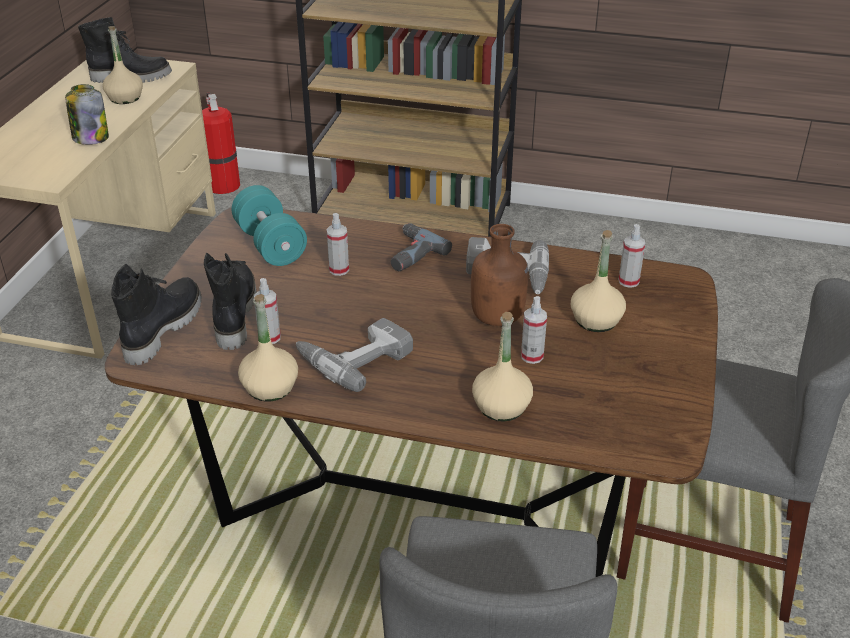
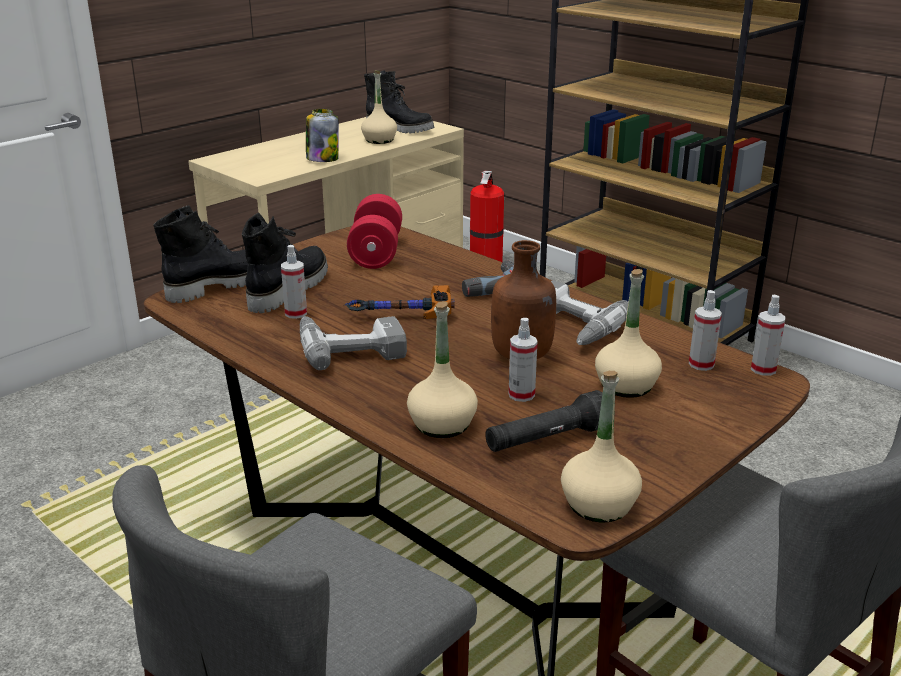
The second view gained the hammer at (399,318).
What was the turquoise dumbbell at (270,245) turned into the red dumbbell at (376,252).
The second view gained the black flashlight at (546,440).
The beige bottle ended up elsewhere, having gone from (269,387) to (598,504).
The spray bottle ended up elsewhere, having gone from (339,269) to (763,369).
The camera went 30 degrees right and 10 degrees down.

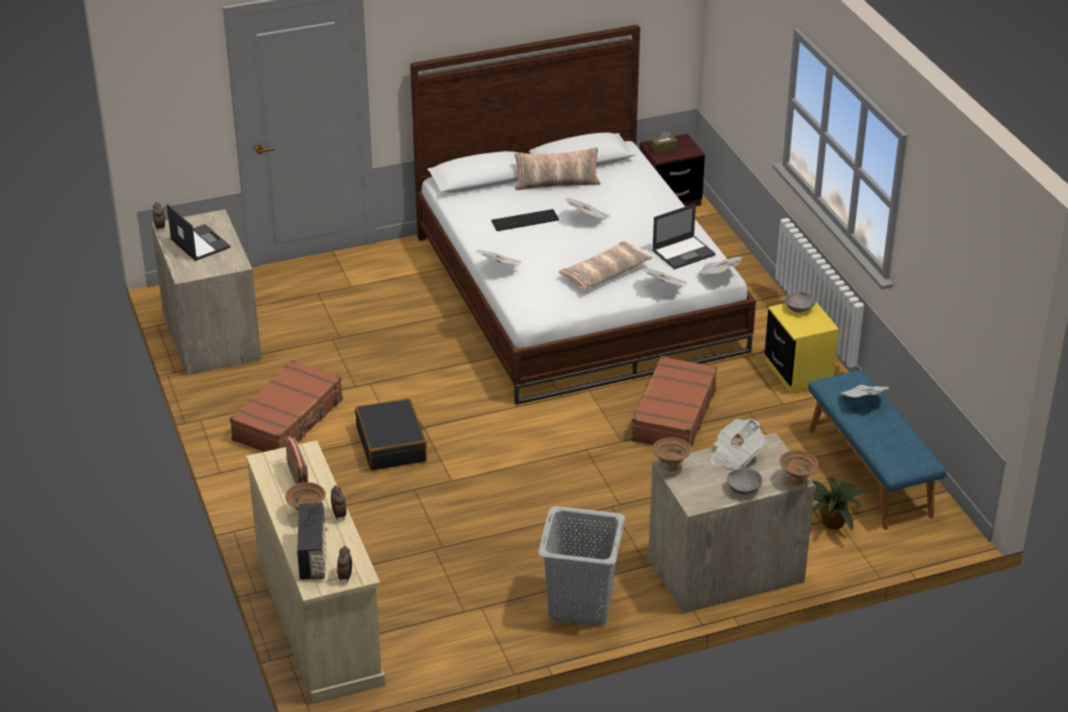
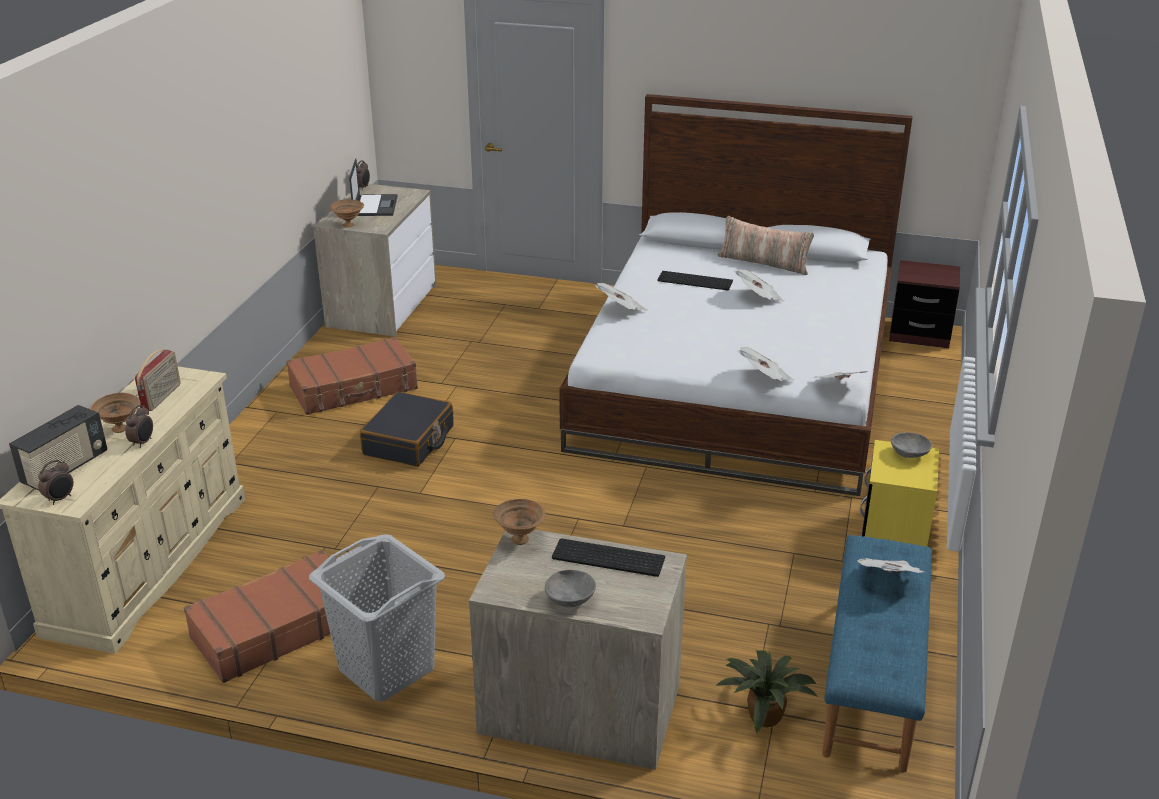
The brown suitcase ended up elsewhere, having gone from (673,415) to (276,628).
The brown bowl ended up elsewhere, having gone from (796,480) to (348,225).
Where the newspaper stood at (735,456), the keyboard came to stand at (606,559).
The second view lost the pillow at (604,274).
The second view lost the brown tissue box at (663,148).
The second view lost the laptop at (684,252).
The camera went 35 degrees right and 5 degrees down.

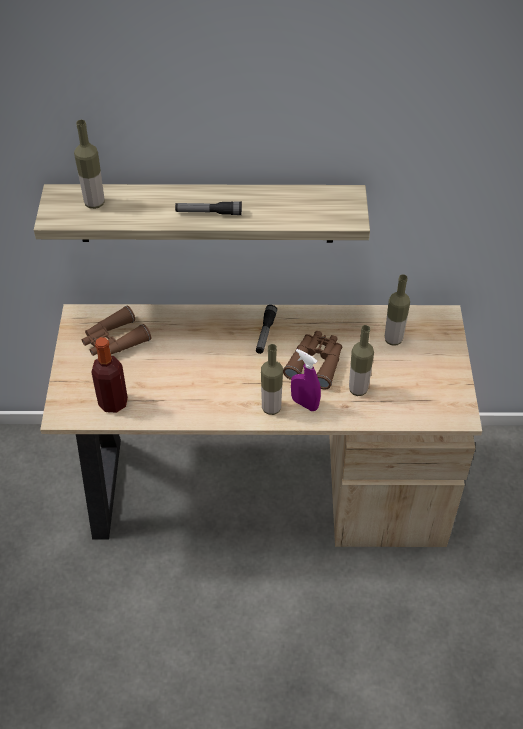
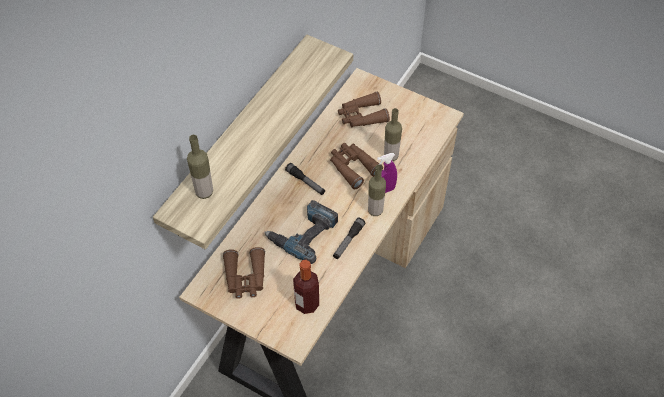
The second view gained the power drill at (303,233).
The flashlight ended up elsewhere, having gone from (208,213) to (348,241).
Where the bottle stood at (393,339), the brown binoculars came to stand at (361,116).
The camera went 60 degrees left and 5 degrees up.

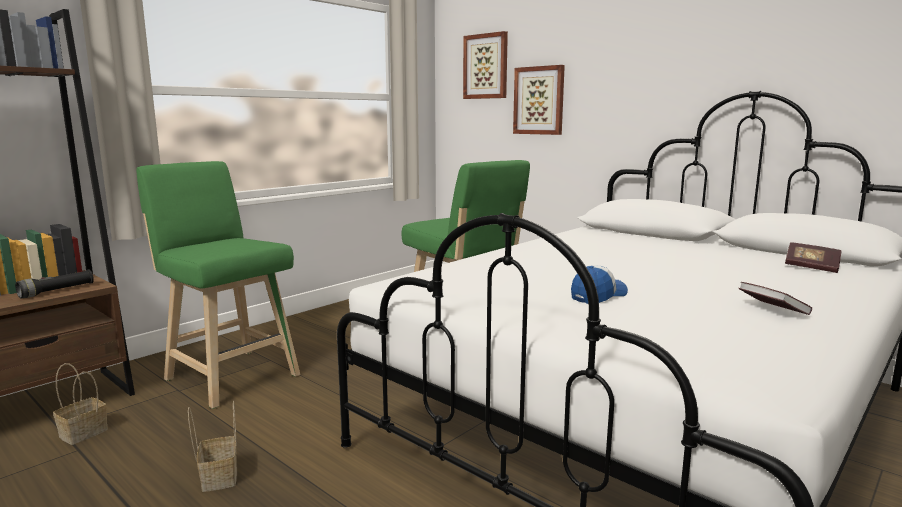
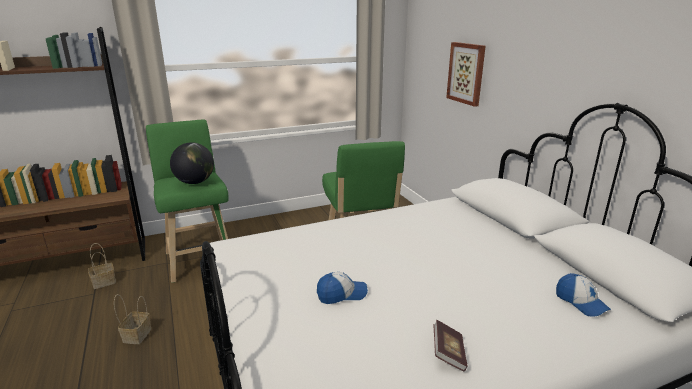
The second view gained the globe at (195,182).
Where the book stood at (811,267), the cap came to stand at (580,302).
The second view lost the black flashlight at (57,291).
The second view lost the picture at (486,66).
The camera went 25 degrees right and 10 degrees up.

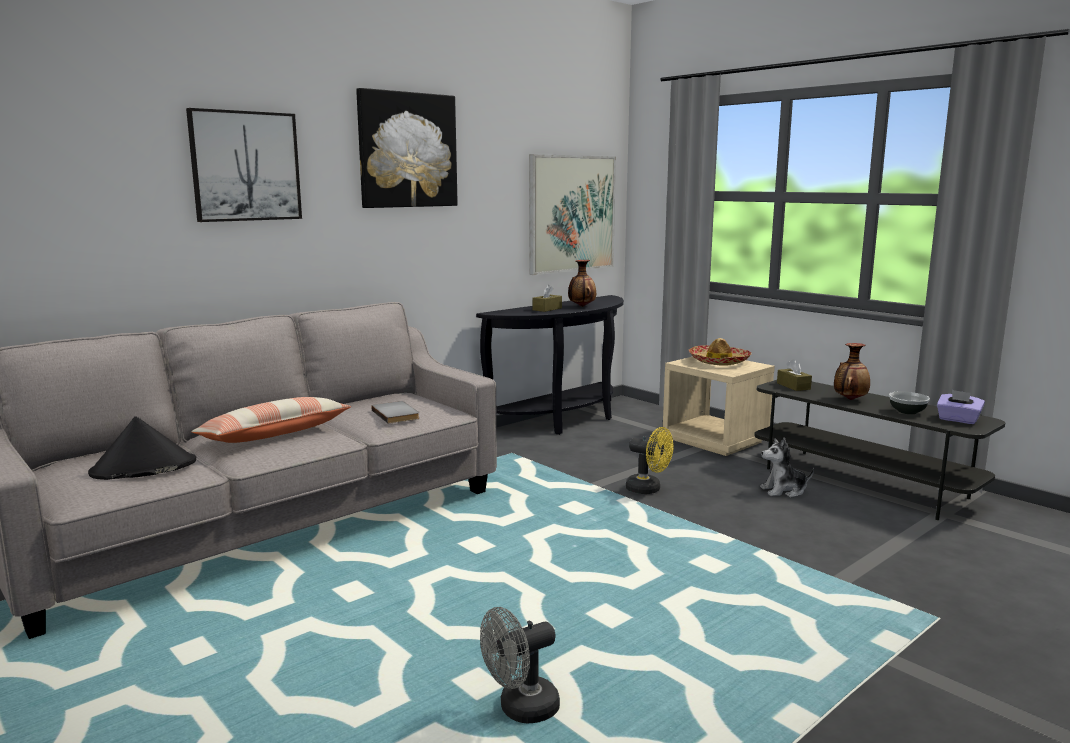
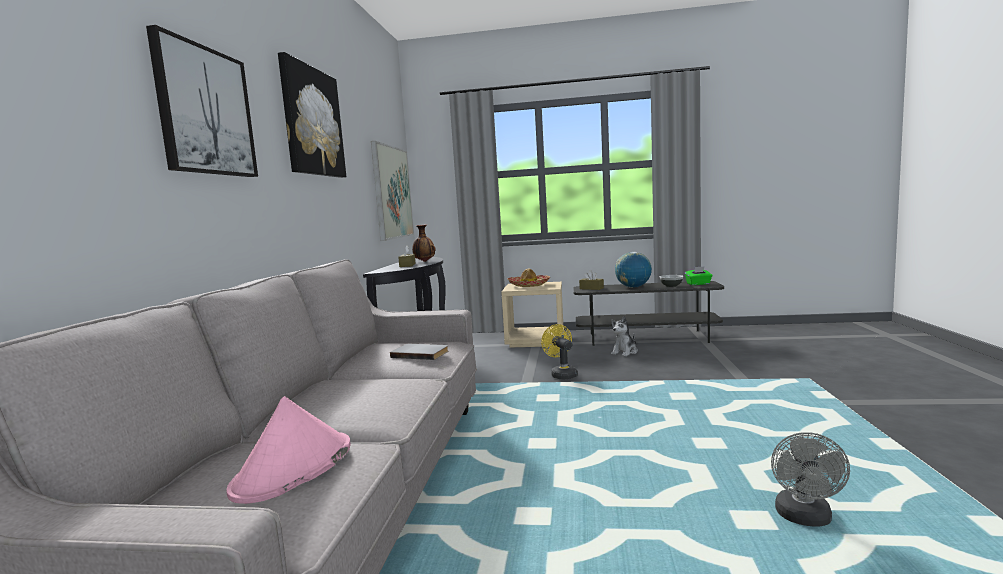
What was the black hat at (143,468) turned into the pink hat at (294,468).
The yellow fan at (648,489) ended up facing another way, 105 degrees counterclockwise from before.
Where the vase stood at (849,399), the globe came to stand at (633,287).
What was the purple tissue box at (958,420) turned into the green tissue box at (698,284).
The second view lost the pillow at (274,435).
The camera went 40 degrees left and 5 degrees down.

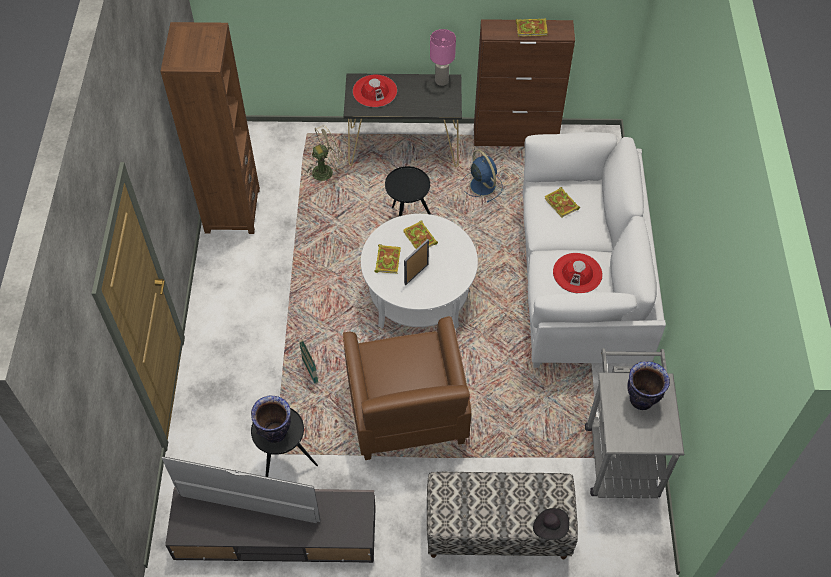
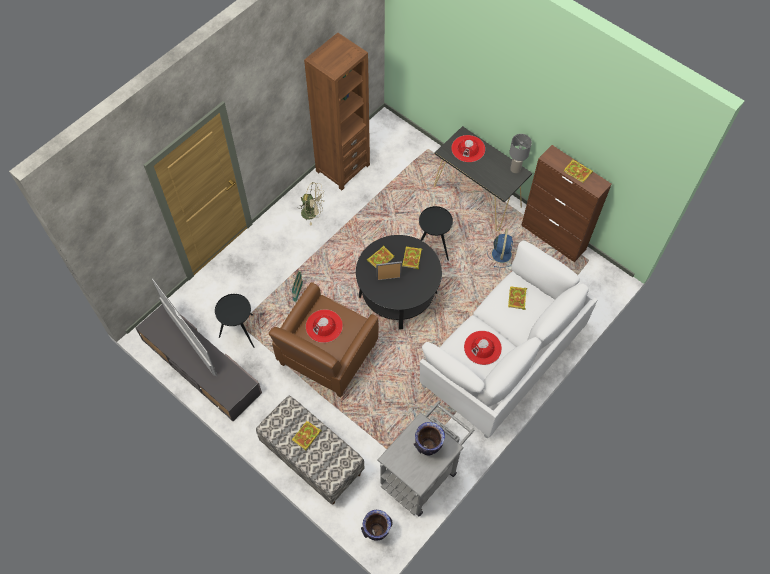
The second view gained the book at (306,436).
The beige fan ended up elsewhere, having gone from (326,170) to (312,213).
The second view gained the red hat at (324,326).
What was the white coffee table at (419,296) turned into the black coffee table at (398,294).
The vase ended up elsewhere, having gone from (275,432) to (376,532).
What was the pink table lamp at (441,80) turned into the grey table lamp at (515,169).
The second view lost the black hat at (550,527).
The camera went 40 degrees right and 5 degrees up.

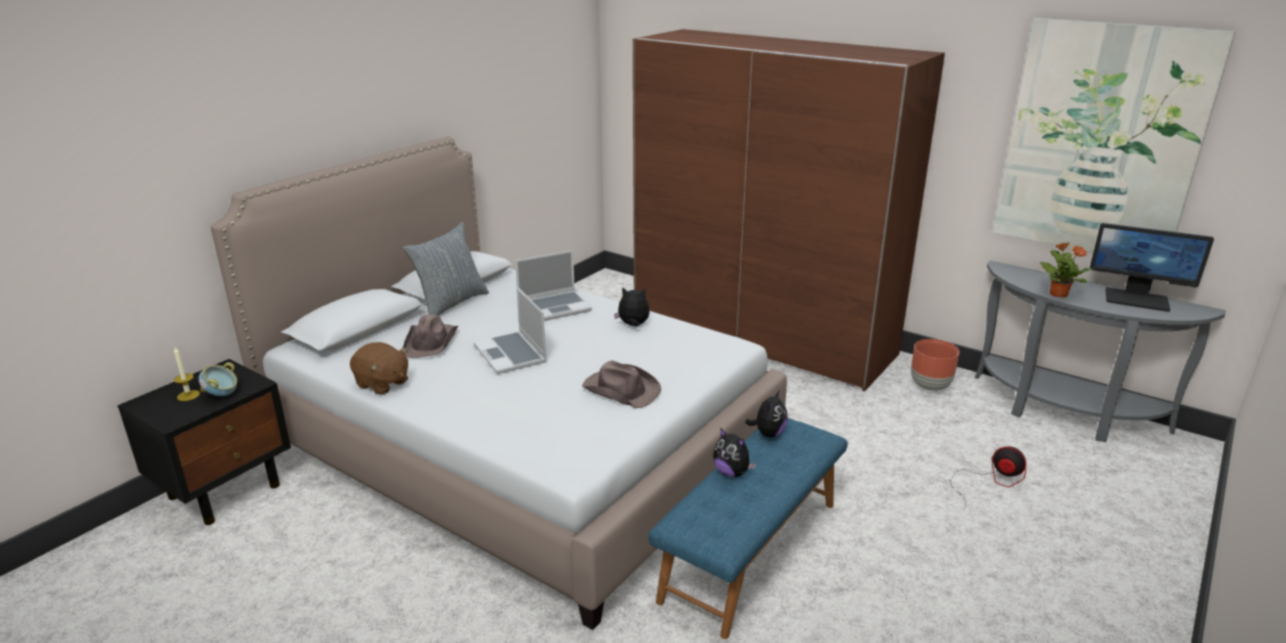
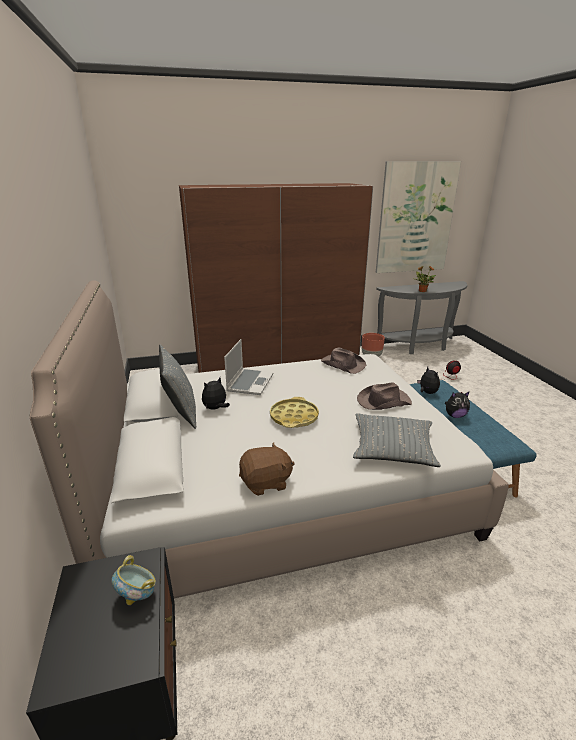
The plush toy ended up elsewhere, having gone from (633,325) to (215,408).
Where the laptop stood at (511,354), the yellow tray came to stand at (294,417).
The brown hat ended up elsewhere, having gone from (431,342) to (342,364).
The second view gained the grey pillow at (393,447).
The second view lost the candle at (188,395).
The second view lost the monitor at (1137,299).
The camera went 50 degrees left and 0 degrees up.

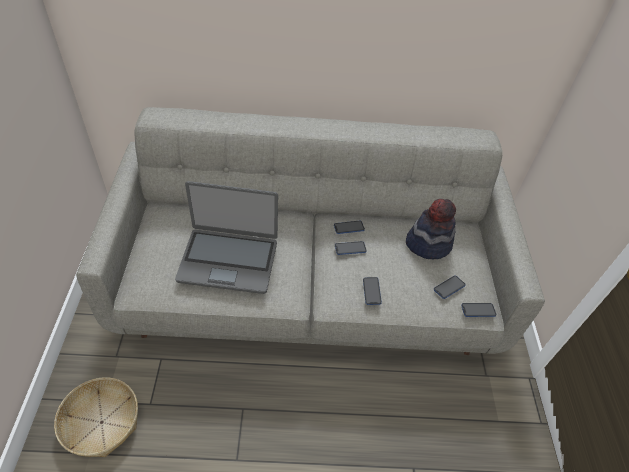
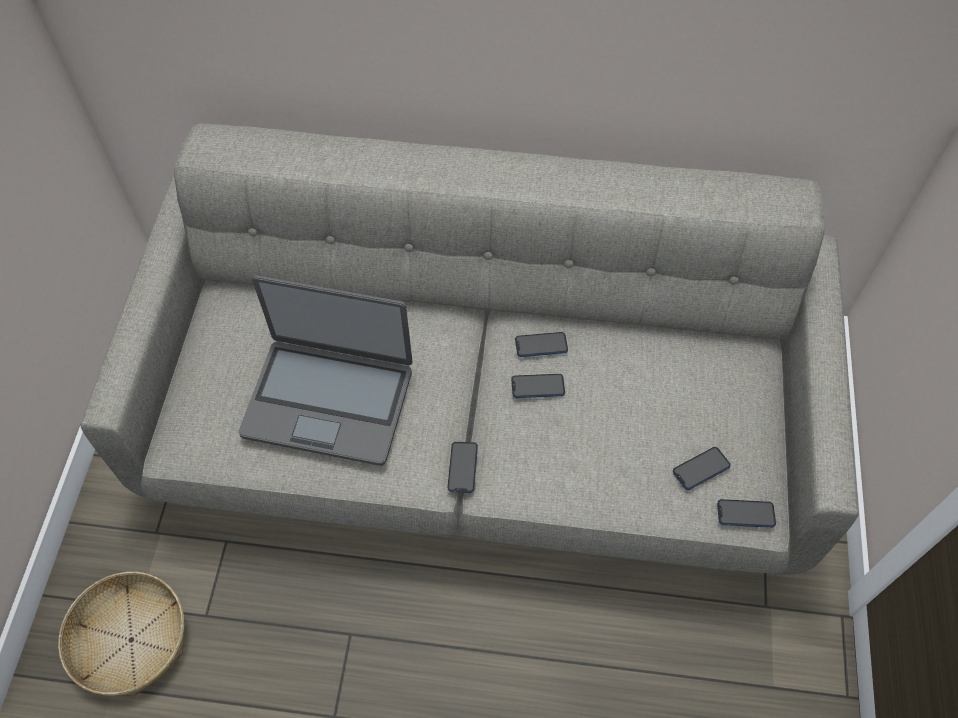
The phone ended up elsewhere, having gone from (371,291) to (462,468).
The second view lost the hat at (428,243).
The camera went 10 degrees right and 10 degrees up.

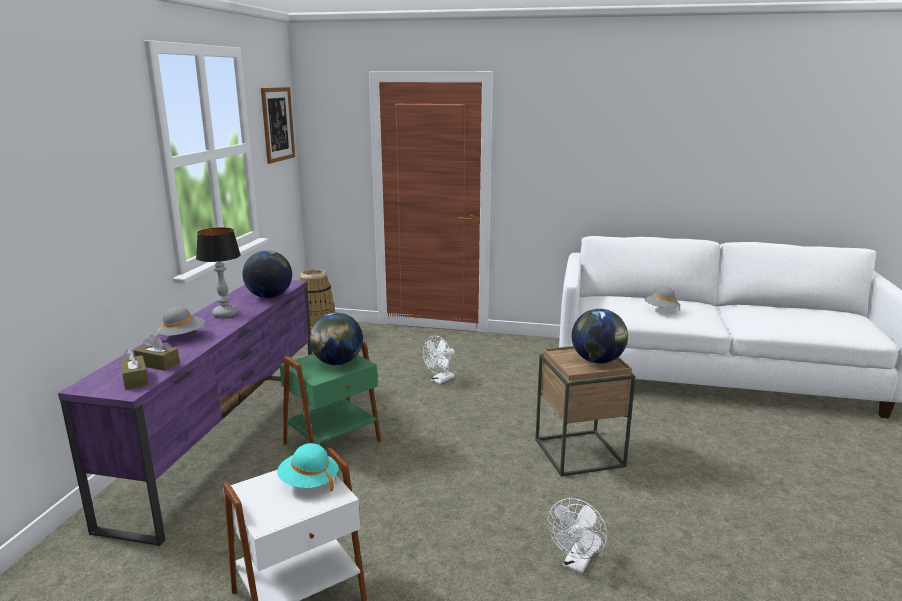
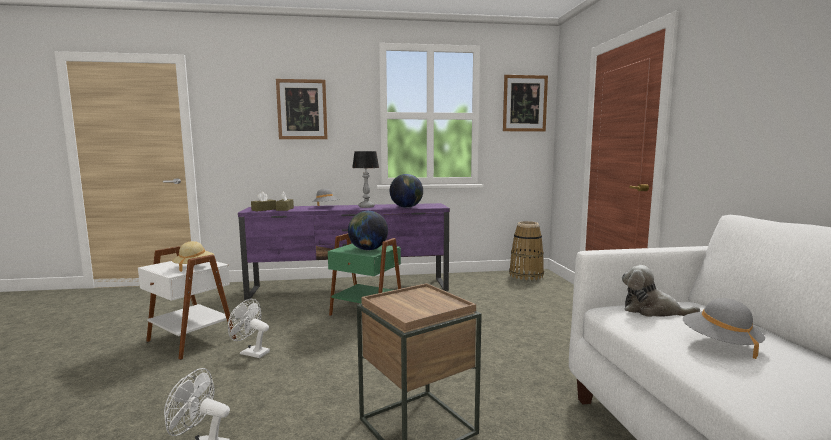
What was the turquoise hat at (309,482) turned into the beige hat at (194,266).
The white fan ended up elsewhere, having gone from (440,380) to (251,353).
The second view gained the picture at (302,109).
The second view gained the plush toy at (652,311).
The second view lost the globe at (598,361).
The camera went 70 degrees right and 10 degrees down.

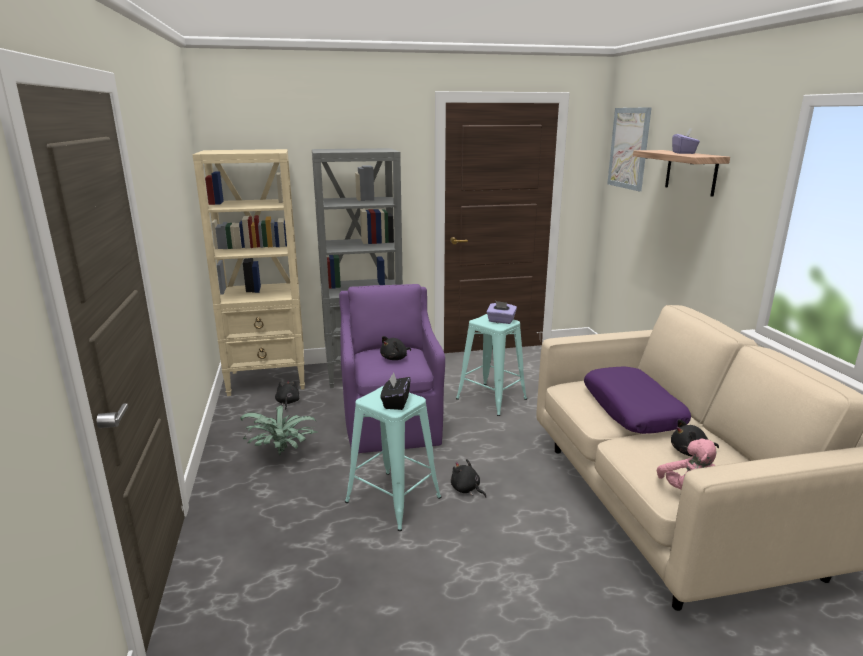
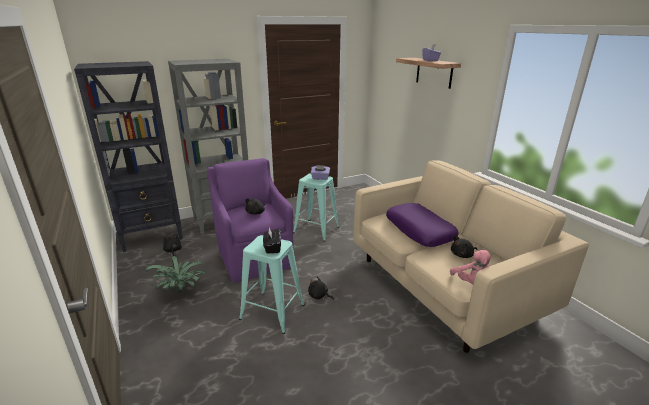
What was the beige bookcase at (268,380) turned into the black bookcase at (152,235).
The second view lost the picture at (629,148).
The camera went 15 degrees left and 5 degrees up.

